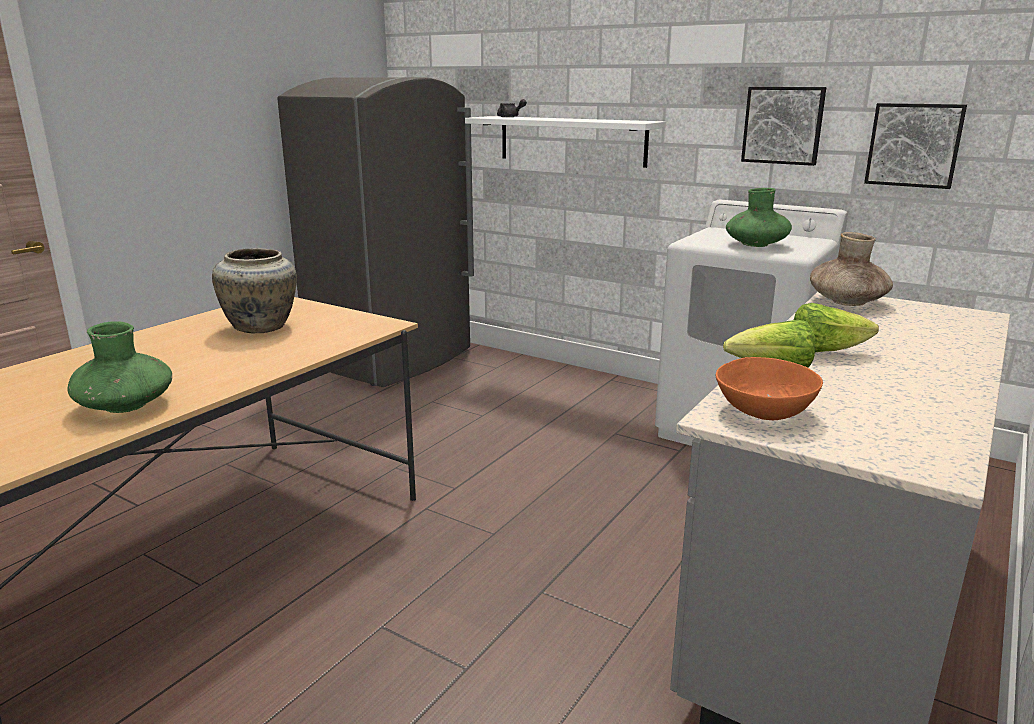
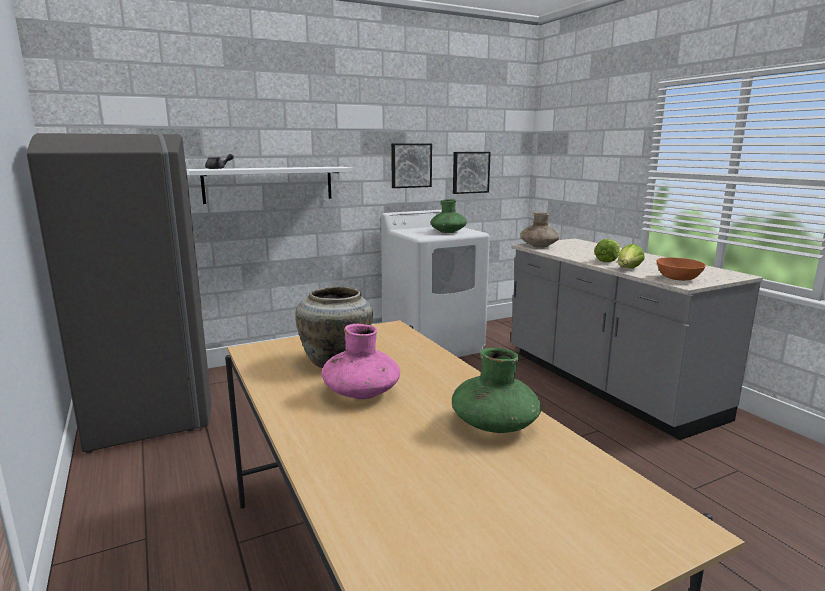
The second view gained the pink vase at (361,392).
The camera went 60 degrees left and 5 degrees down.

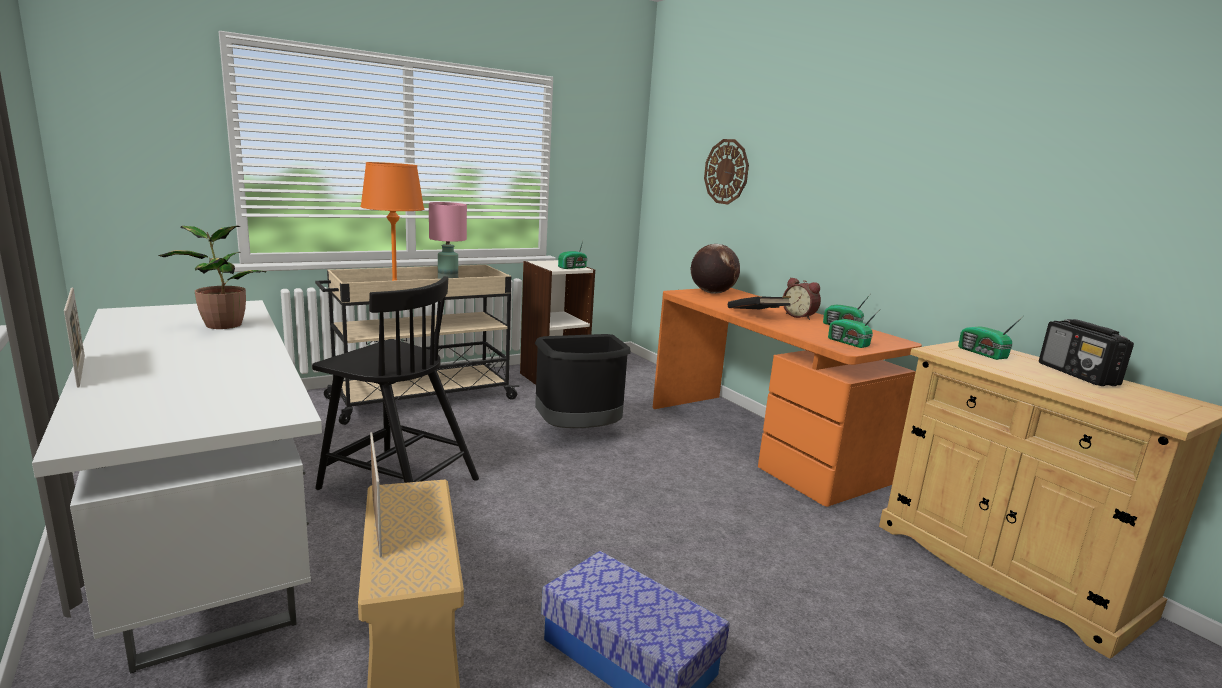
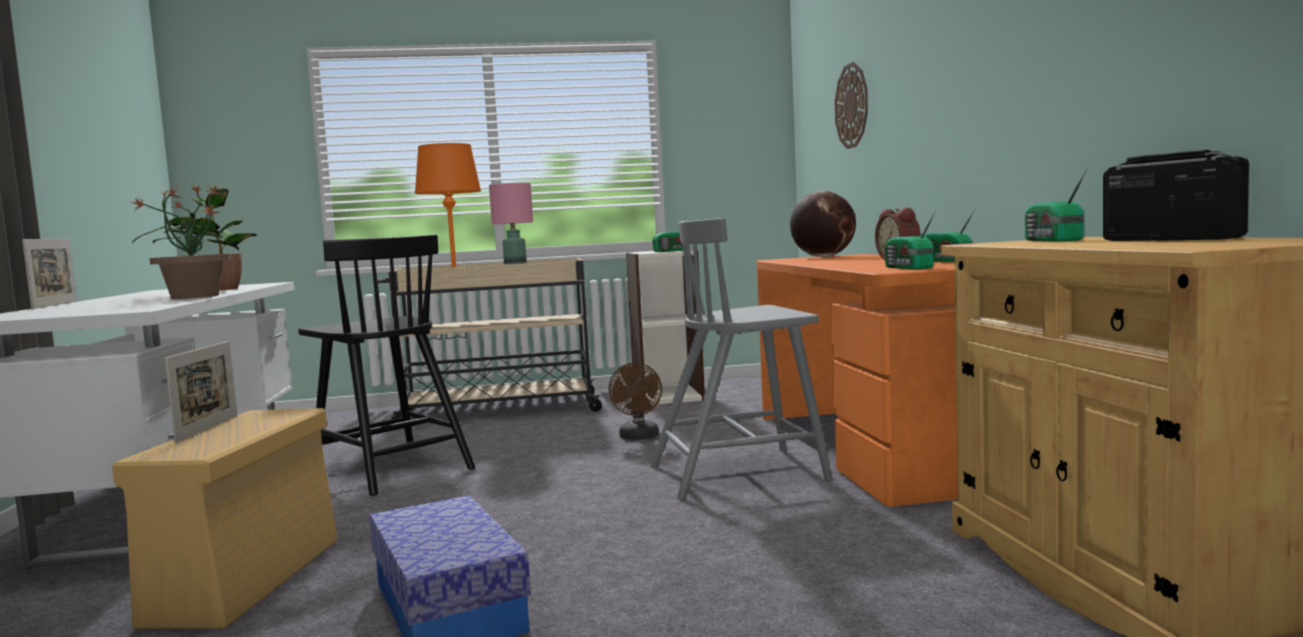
The second view gained the potted plant at (194,297).
Where the black trash can stood at (579,432), the brown fan came to stand at (639,437).
The second view gained the grey chair at (740,473).
The radio at (1078,375) ended up facing another way, 135 degrees clockwise from before.
The second view lost the black book at (757,315).
The camera went 25 degrees right and 10 degrees down.

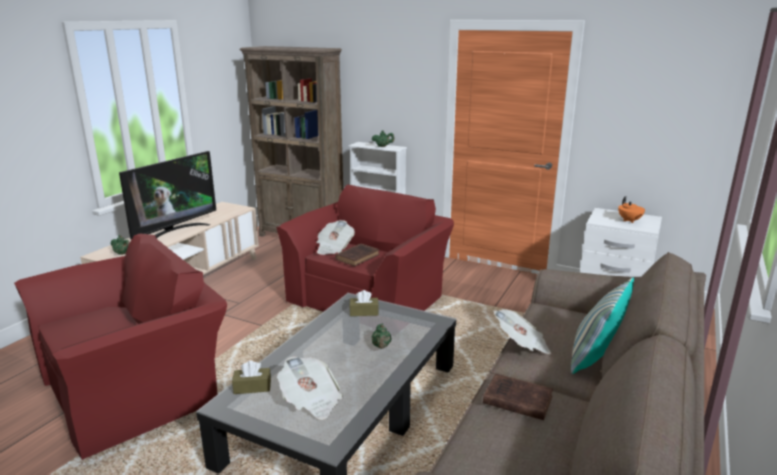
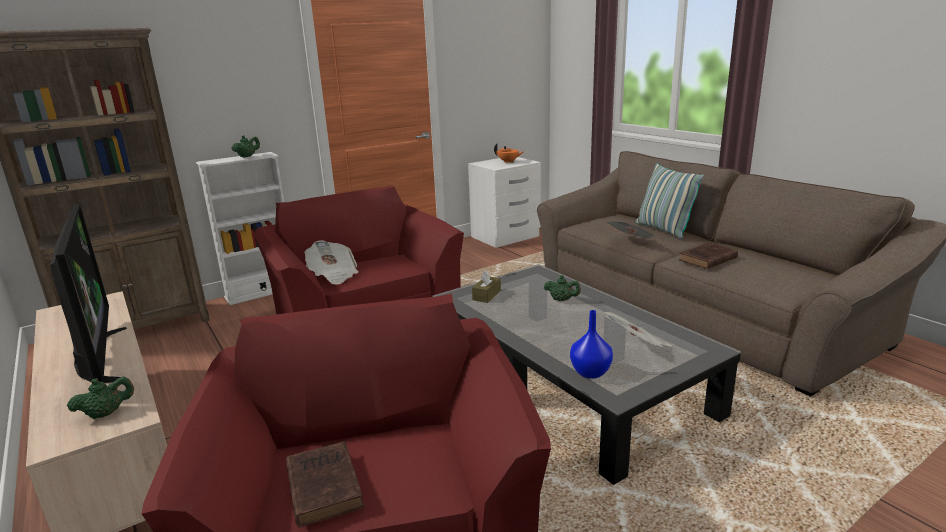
The brown book ended up elsewhere, having gone from (358,257) to (323,485).
Where the brown tissue box stood at (252,387), the blue vase came to stand at (591,373).
The camera went 60 degrees left and 0 degrees up.

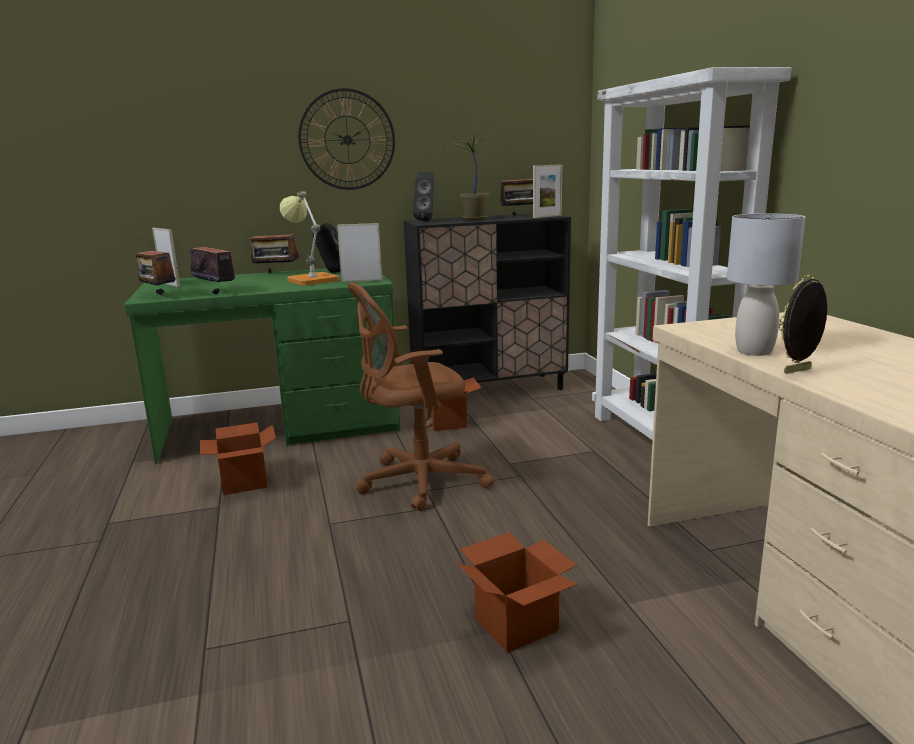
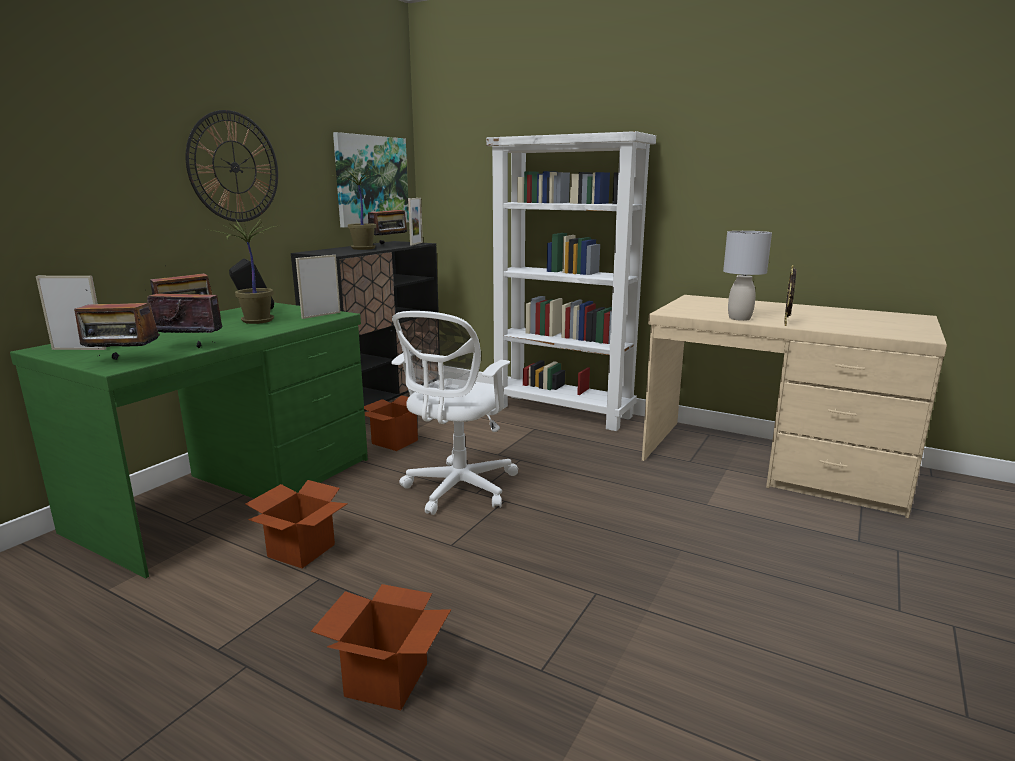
Where the table lamp stood at (310,279), the potted plant came to stand at (258,321).
The cardboard box ended up elsewhere, having gone from (516,625) to (387,680).
The second view gained the picture at (371,181).
What was the brown office chair at (416,482) turned into the white office chair at (457,490).
The second view lost the black speaker at (427,221).
The camera went 45 degrees left and 0 degrees up.

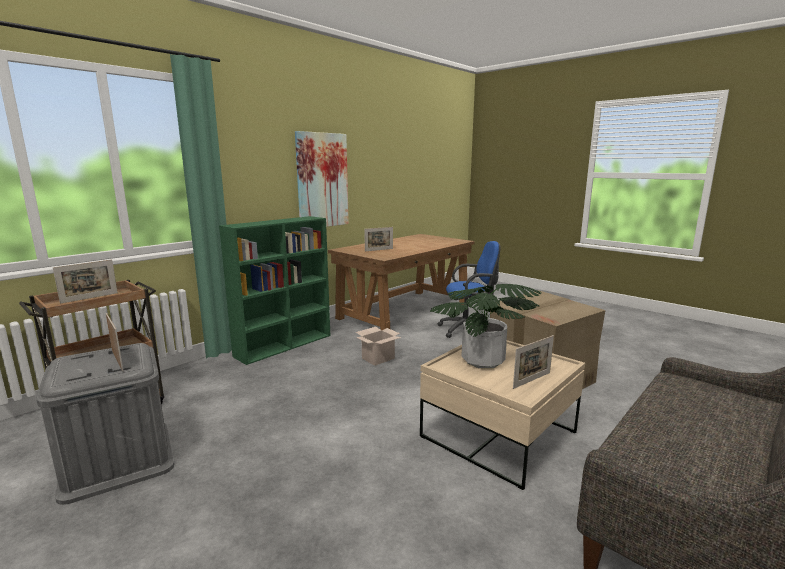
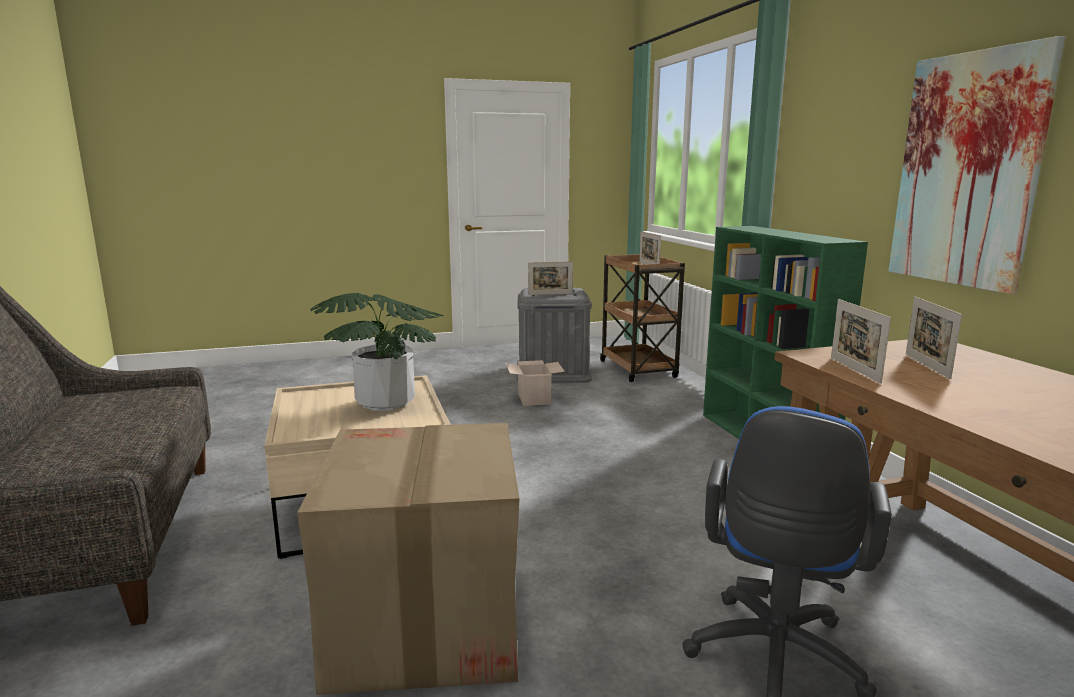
The cardboard box ended up elsewhere, having gone from (378,358) to (535,399).
The picture frame ended up elsewhere, having gone from (532,380) to (854,369).
The camera went 120 degrees right and 0 degrees up.

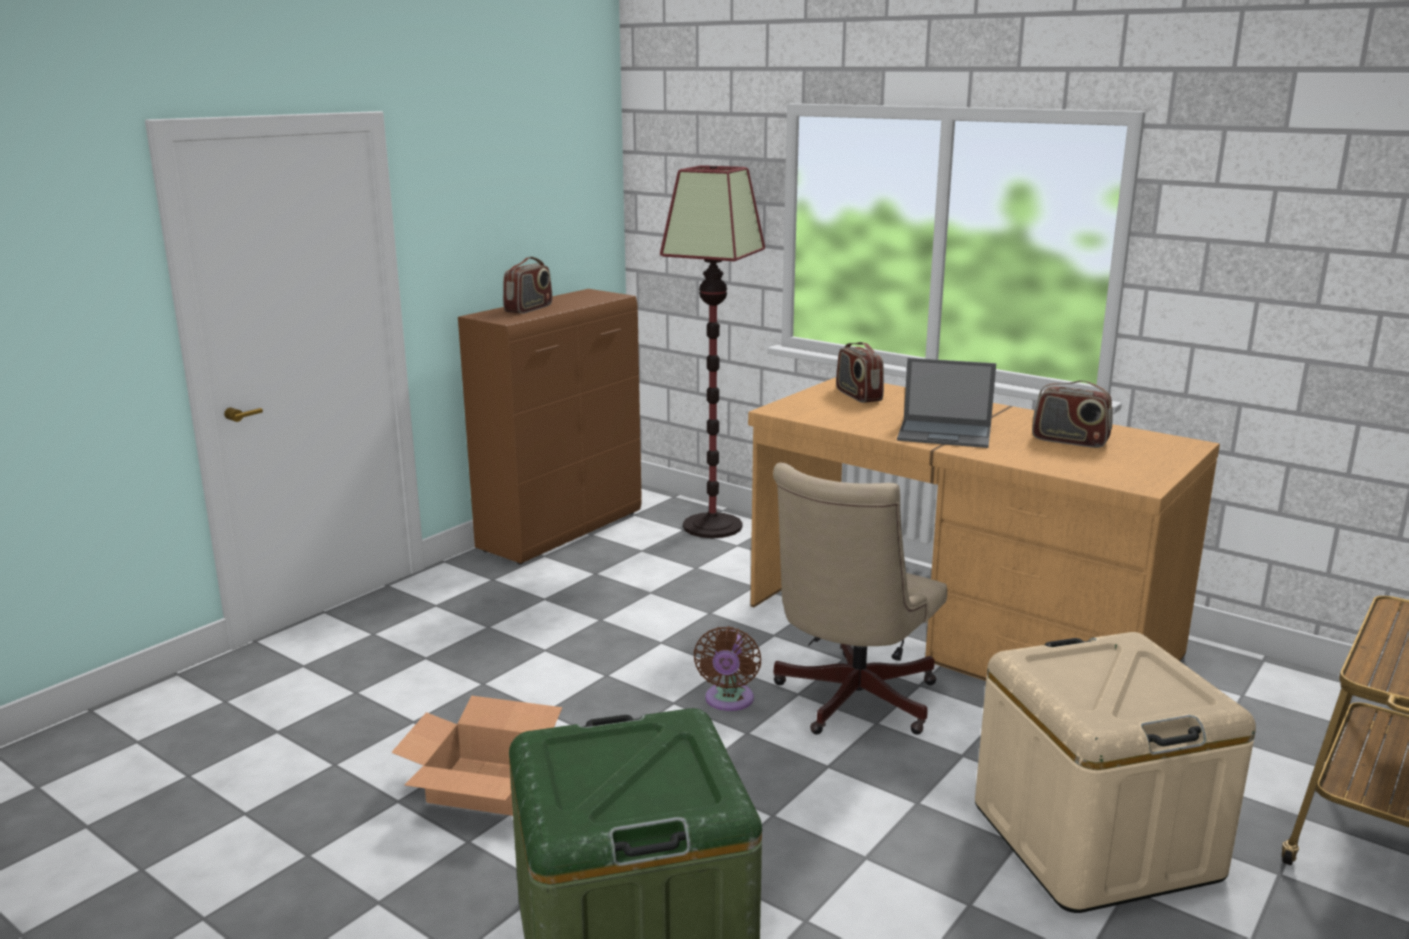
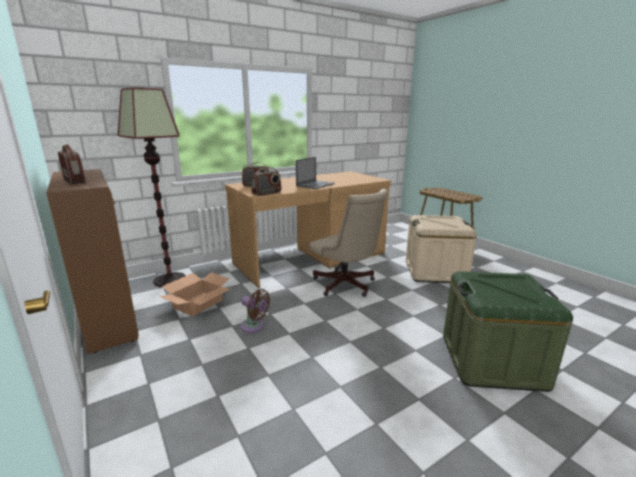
The cardboard box ended up elsewhere, having gone from (490,786) to (198,304).
The brown fan ended up elsewhere, having gone from (728,701) to (254,326).
The radio ended up elsewhere, having gone from (1069,441) to (267,193).
The camera went 70 degrees left and 0 degrees up.

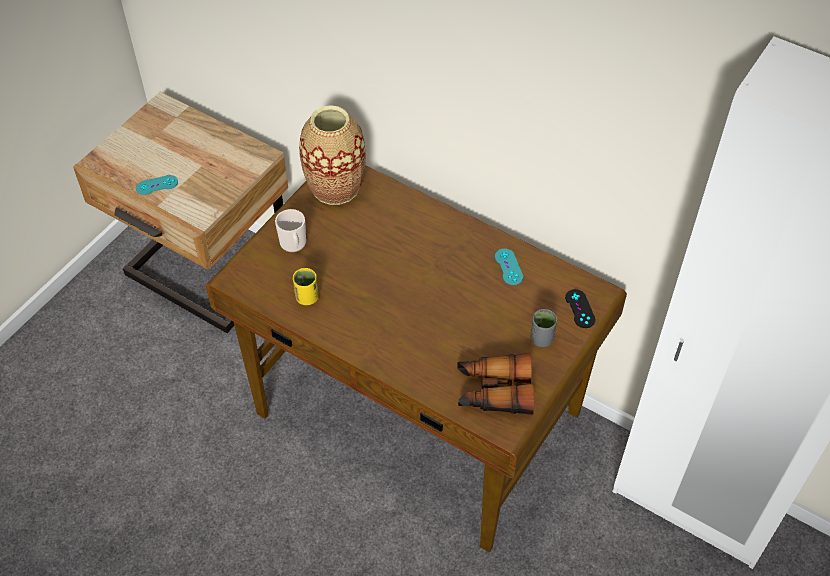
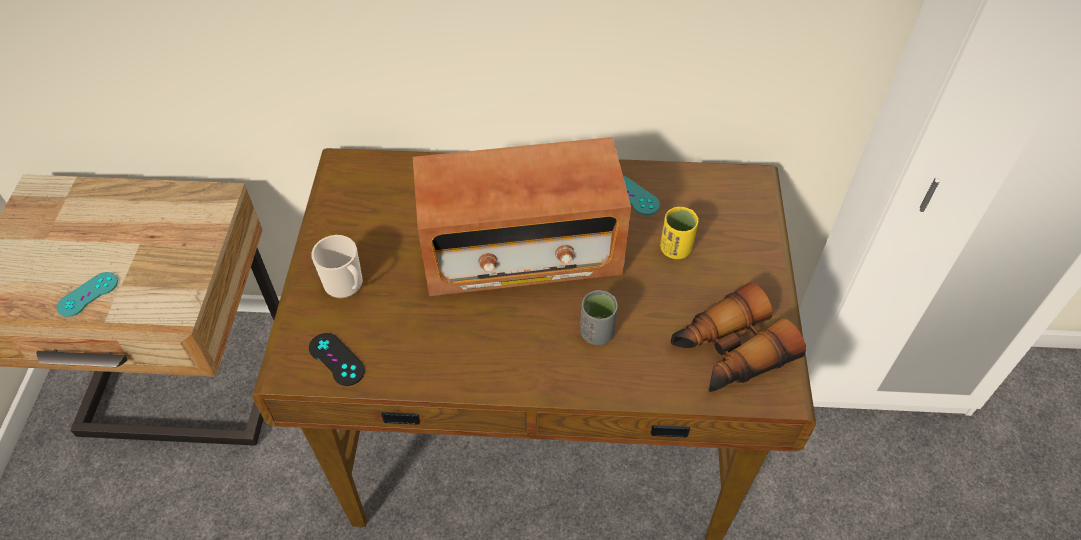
The black game controller ended up elsewhere, having gone from (580,309) to (336,359).
The second view gained the radio at (521,253).
The grey cup ended up elsewhere, having gone from (541,339) to (597,333).
The yellow cup ended up elsewhere, having gone from (307,297) to (675,249).
The second view lost the vase at (335,187).
The camera went 30 degrees left and 0 degrees up.

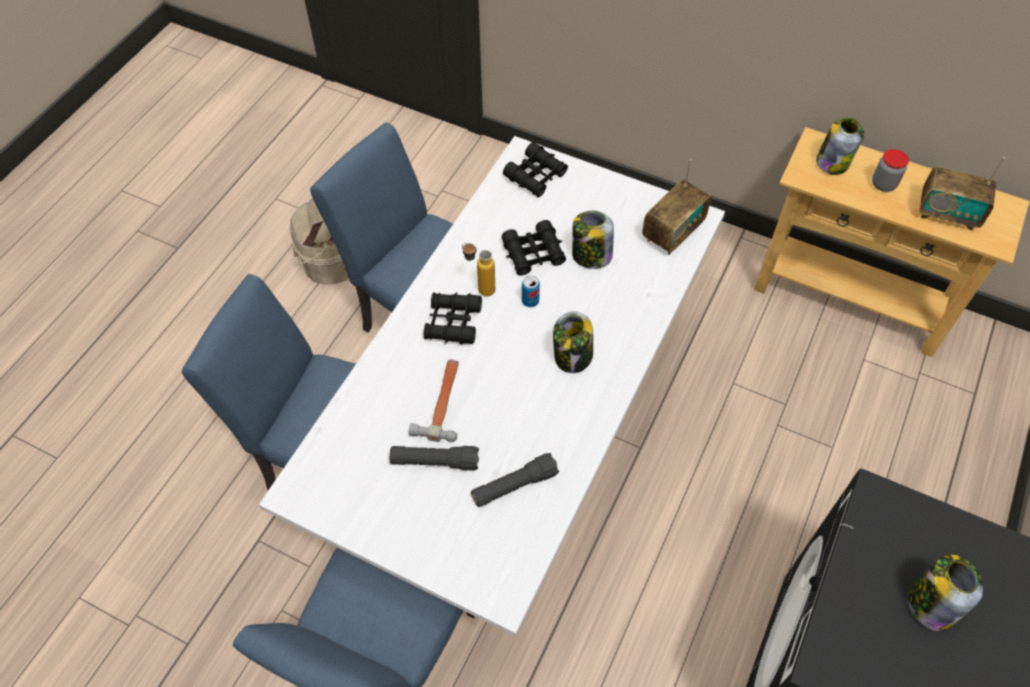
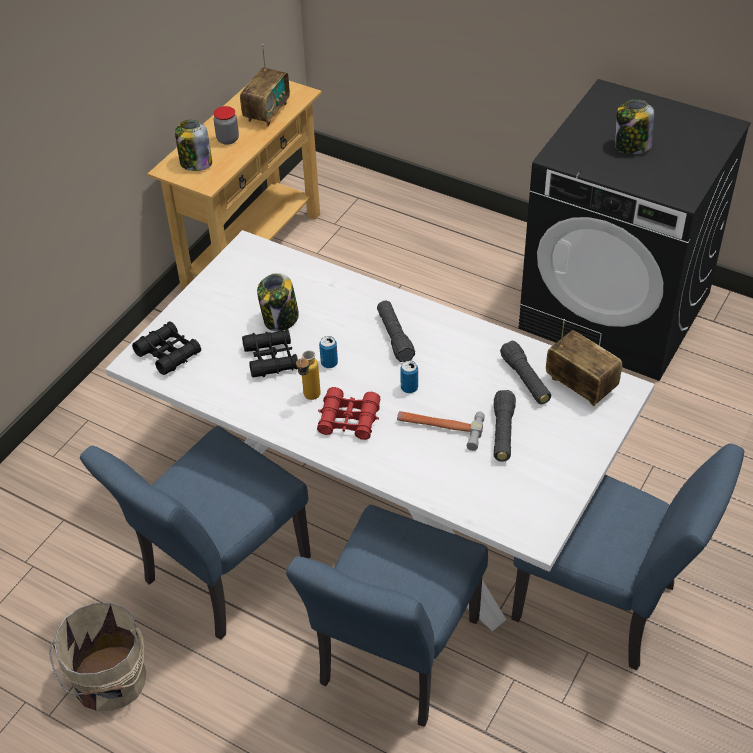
What was the black binoculars at (453,323) turned into the red binoculars at (349,420).
Where the jar stood at (573,356), the black flashlight came to stand at (394,337).
The second view gained the can at (409,388).
The radio ended up elsewhere, having gone from (672,232) to (580,385).
The camera went 85 degrees left and 10 degrees down.

